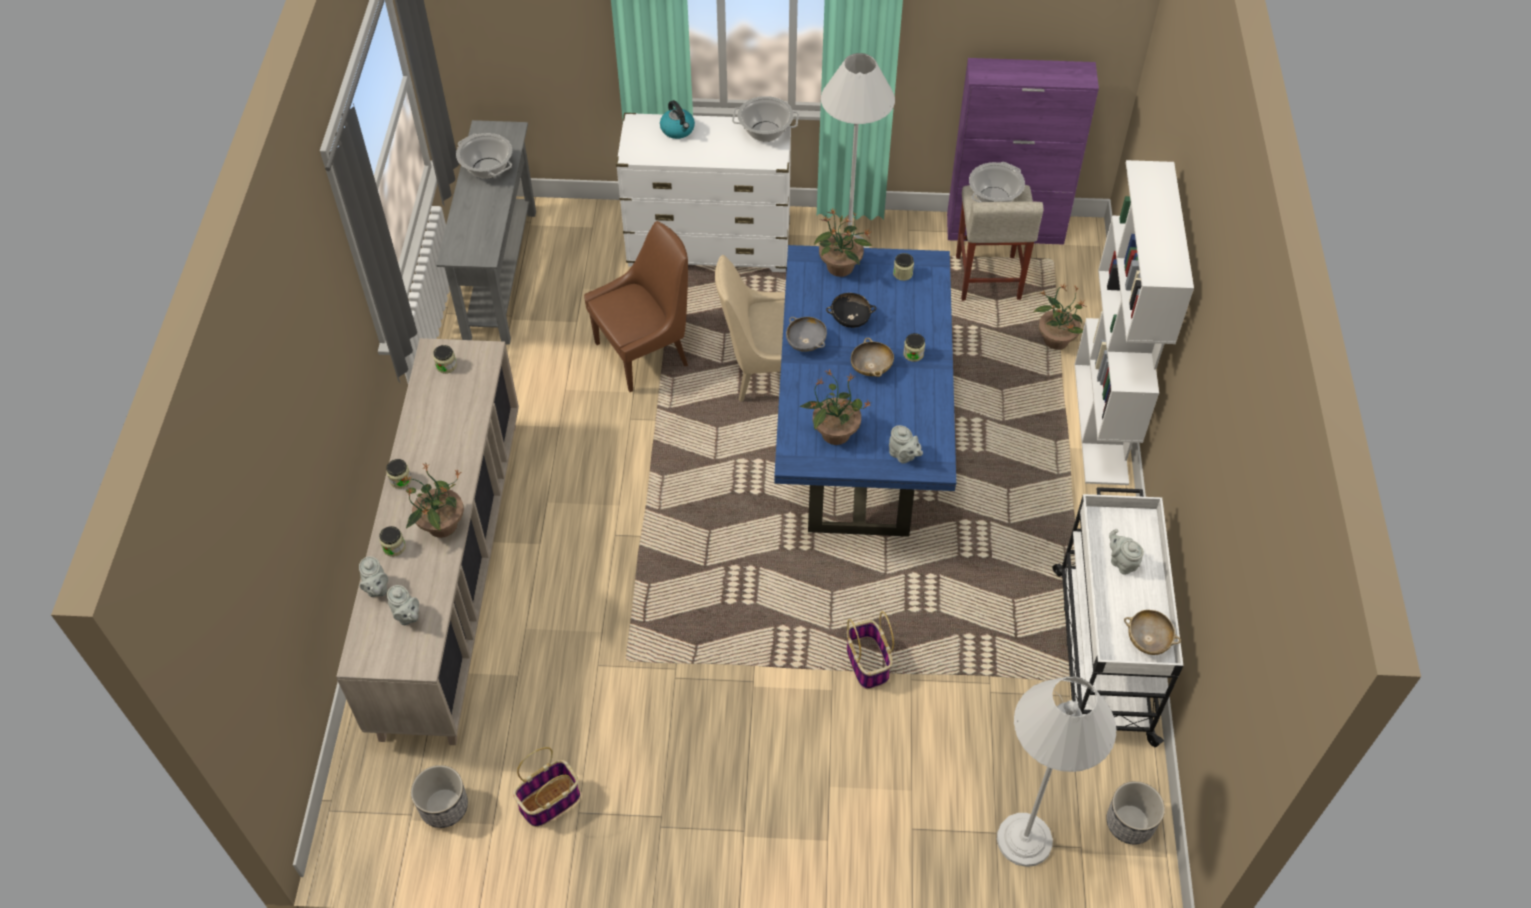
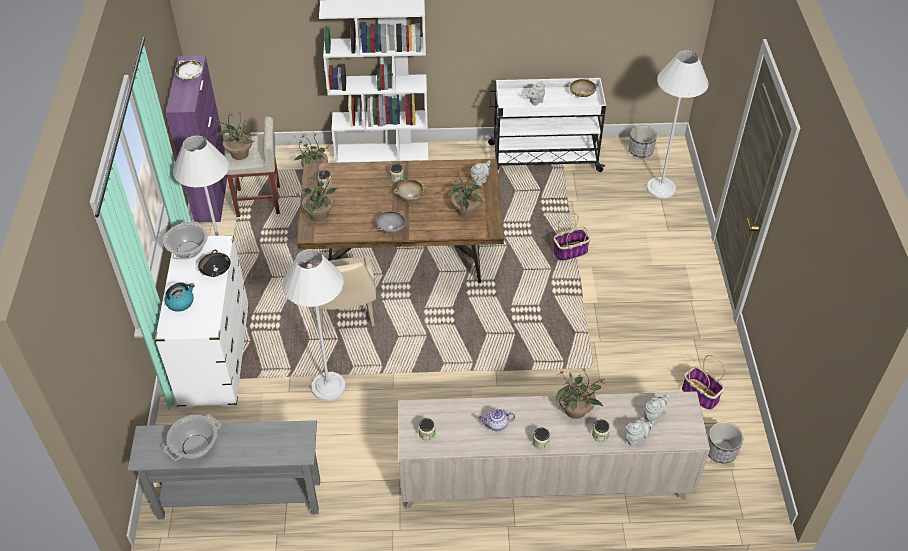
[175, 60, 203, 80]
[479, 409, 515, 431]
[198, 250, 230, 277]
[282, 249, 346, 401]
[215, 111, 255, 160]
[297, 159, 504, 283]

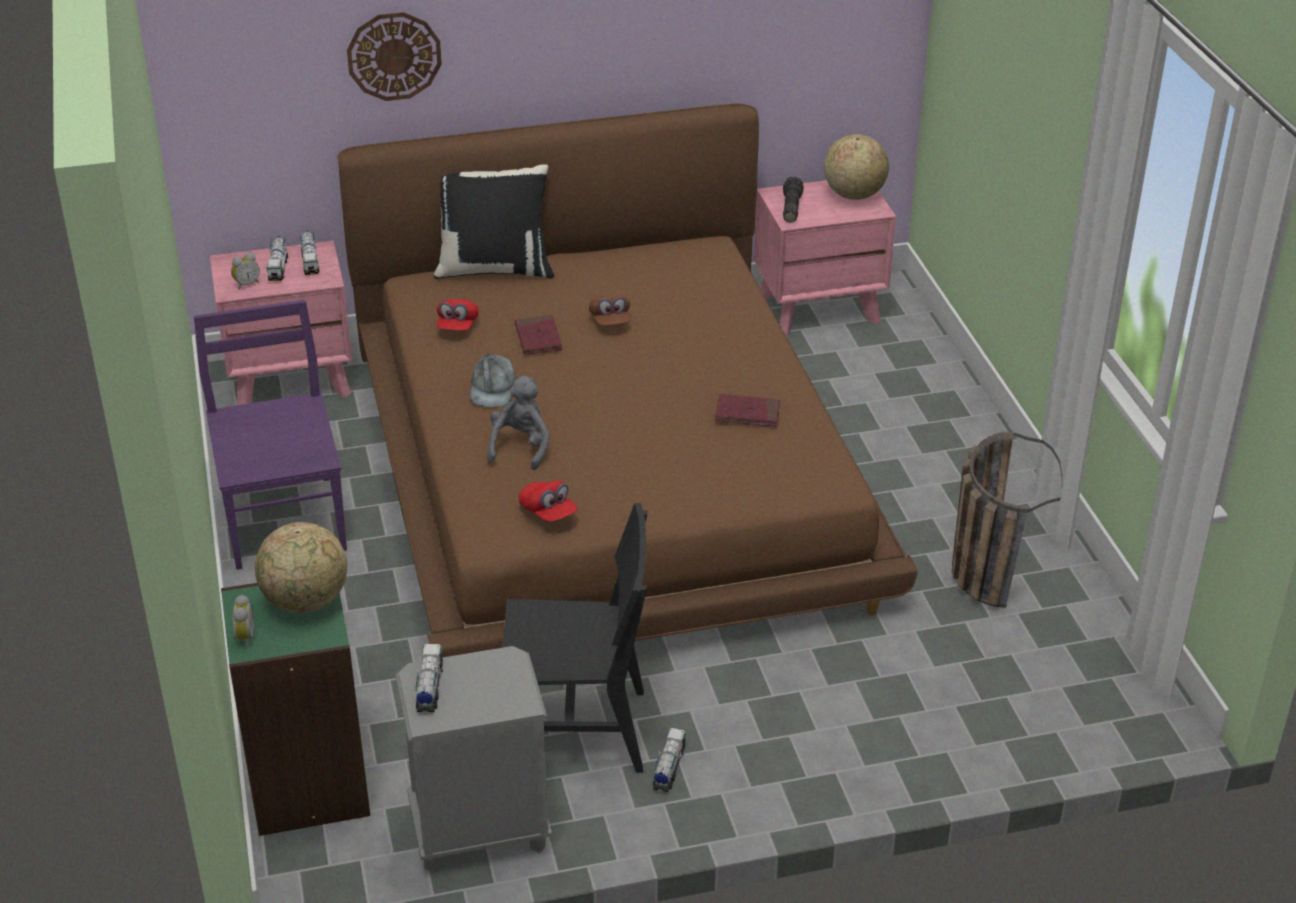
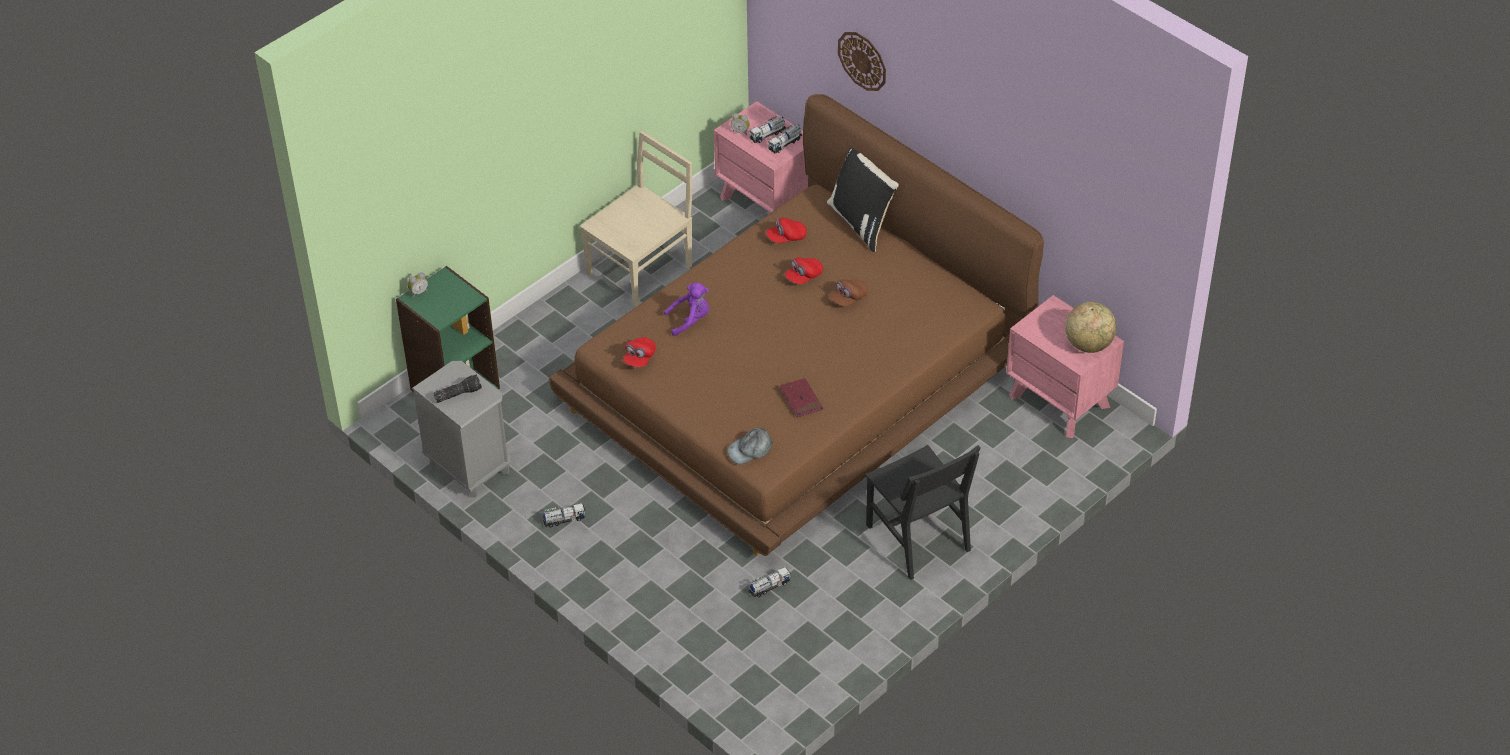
[255, 522, 347, 613] (first image)
[952, 432, 1062, 608] (first image)
[748, 567, 791, 597]
[727, 428, 773, 465]
[865, 445, 981, 580]
[433, 374, 482, 403]
[785, 257, 823, 284]
[580, 131, 692, 308]
[664, 283, 709, 336]

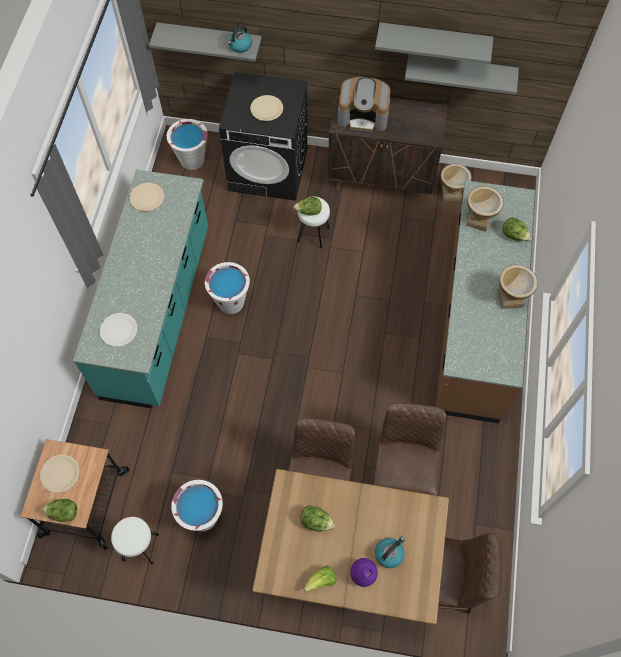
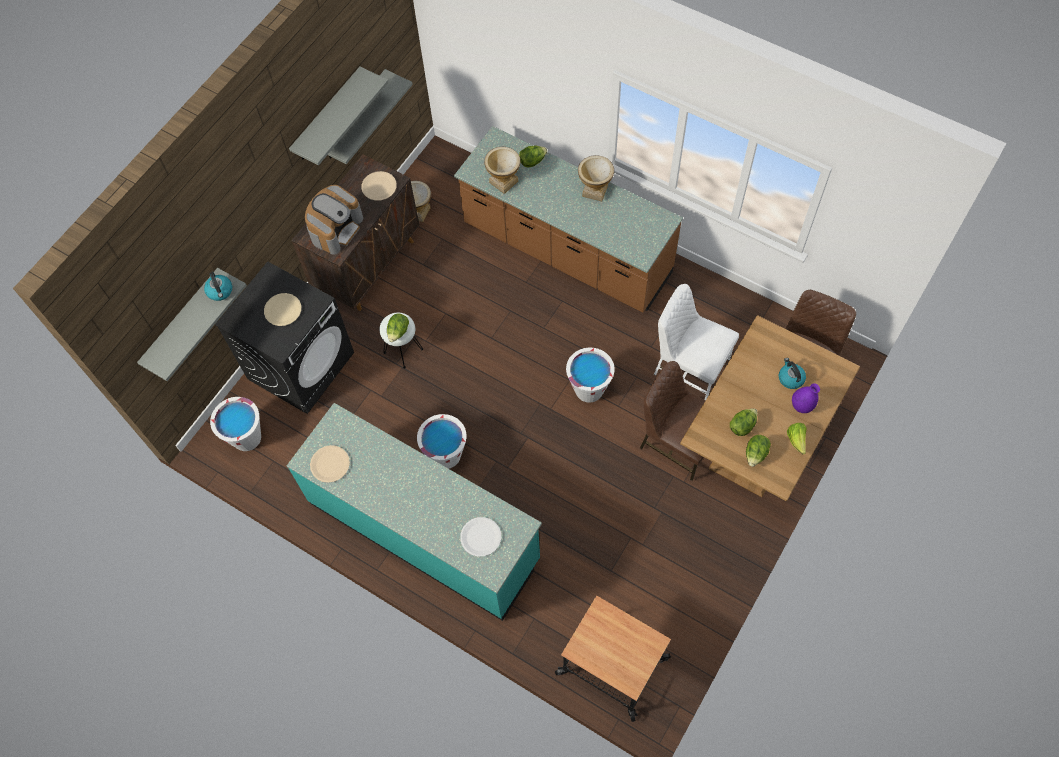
[111, 517, 159, 564] (first image)
[361, 171, 397, 201]
[746, 435, 771, 467]
[566, 347, 615, 403]
[654, 284, 739, 400]

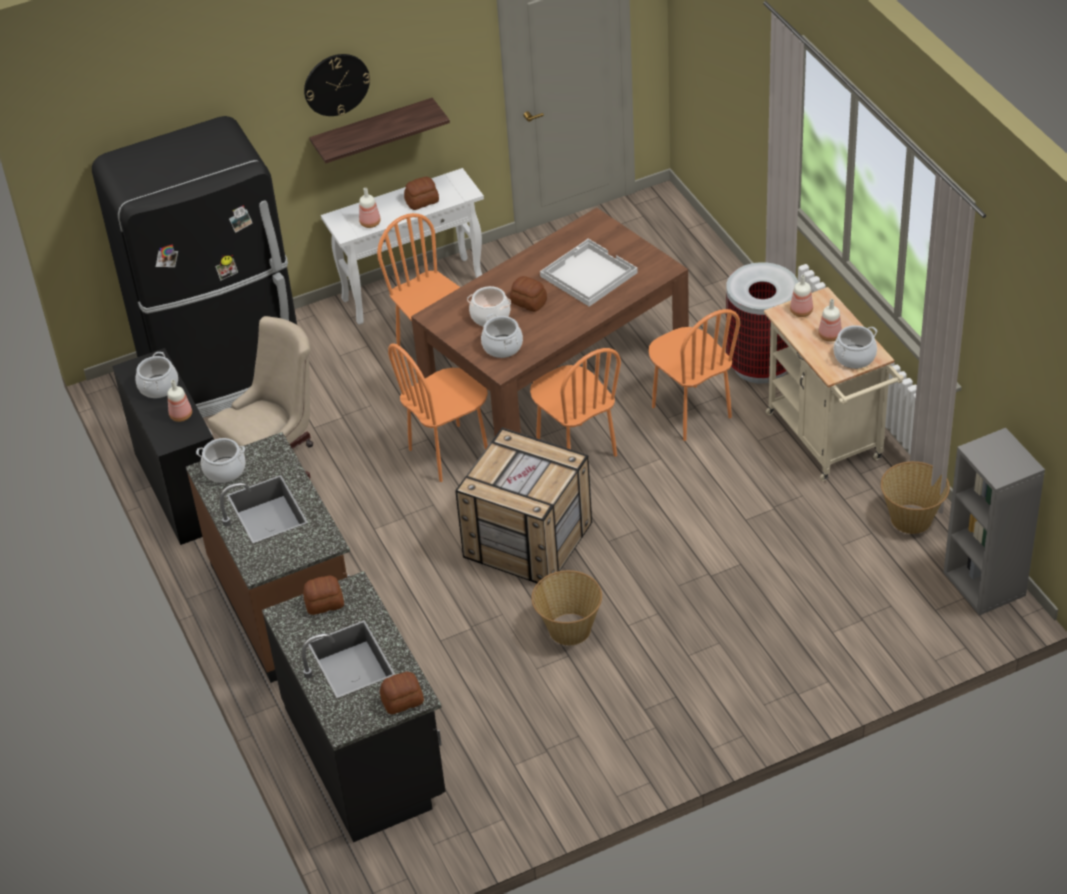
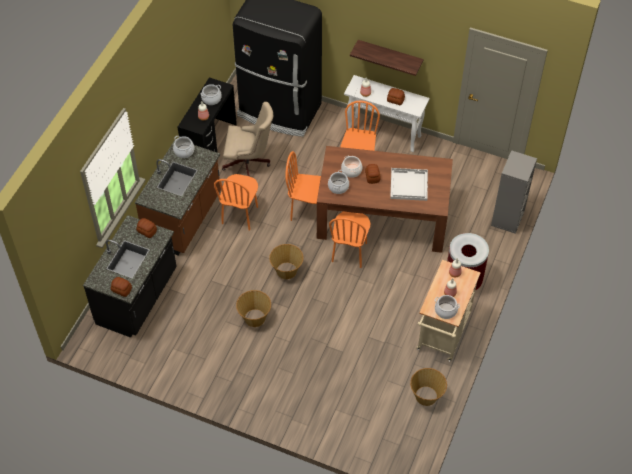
[304, 54, 370, 116] (first image)
[214, 174, 258, 231]
[491, 150, 537, 234]
[269, 244, 304, 279]

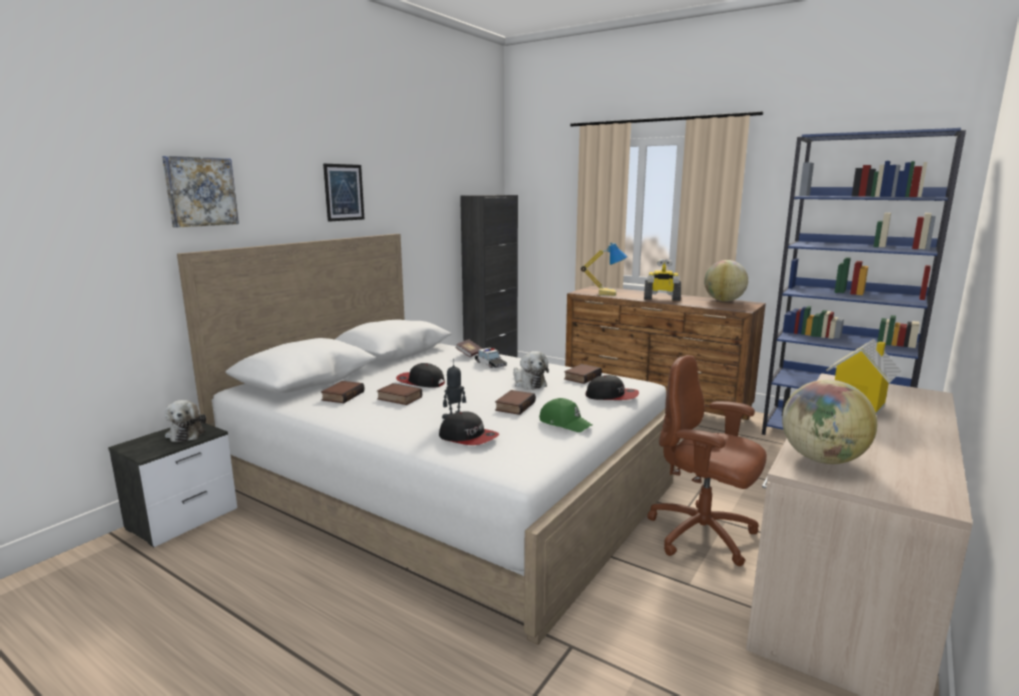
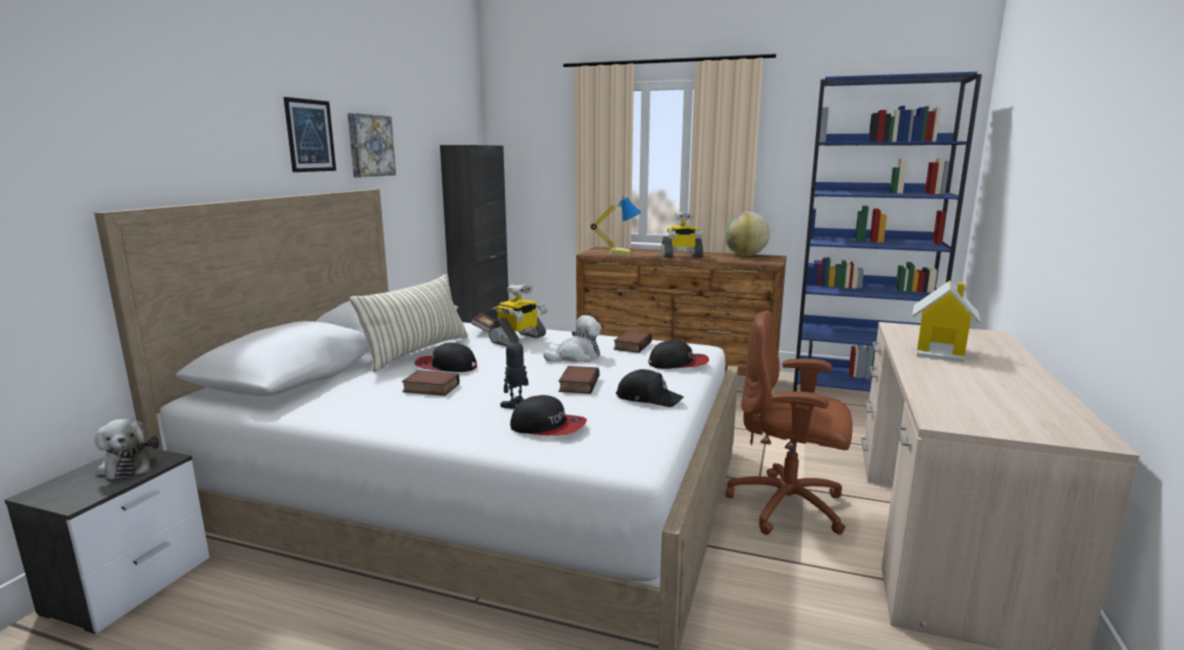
[321, 381, 365, 403] (first image)
[782, 380, 877, 464] (first image)
[350, 274, 468, 372]
[348, 113, 396, 177]
[489, 284, 548, 346]
[616, 369, 684, 407]
[543, 315, 602, 362]

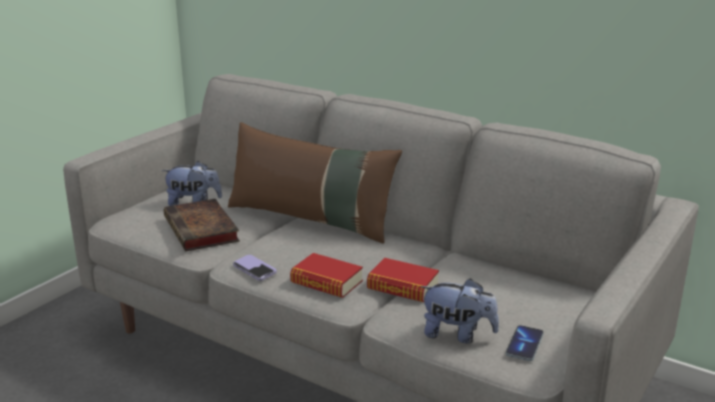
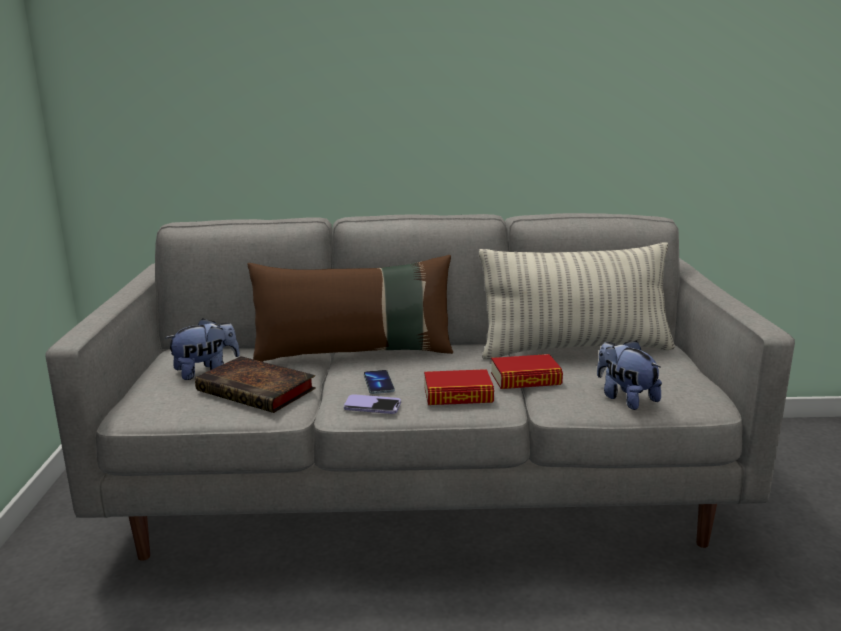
[479, 242, 675, 360]
[364, 370, 395, 394]
[597, 341, 662, 410]

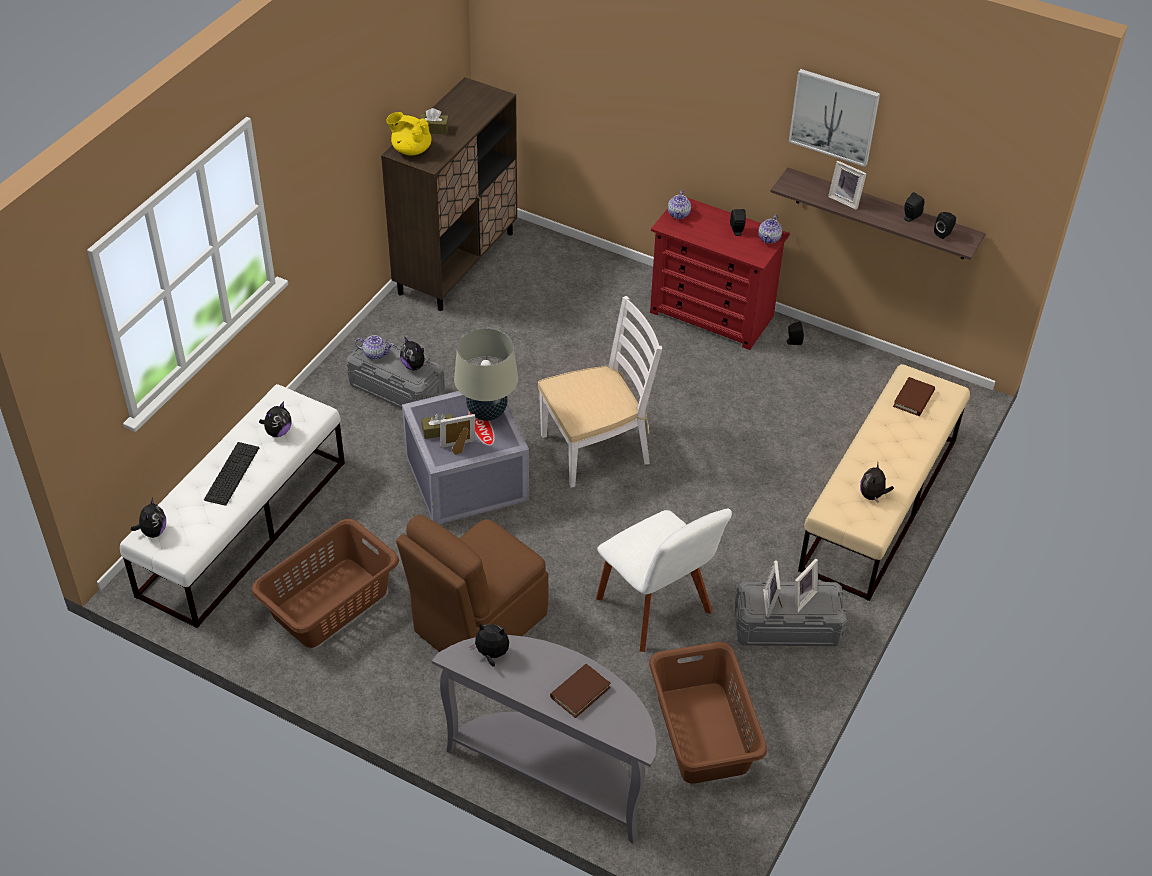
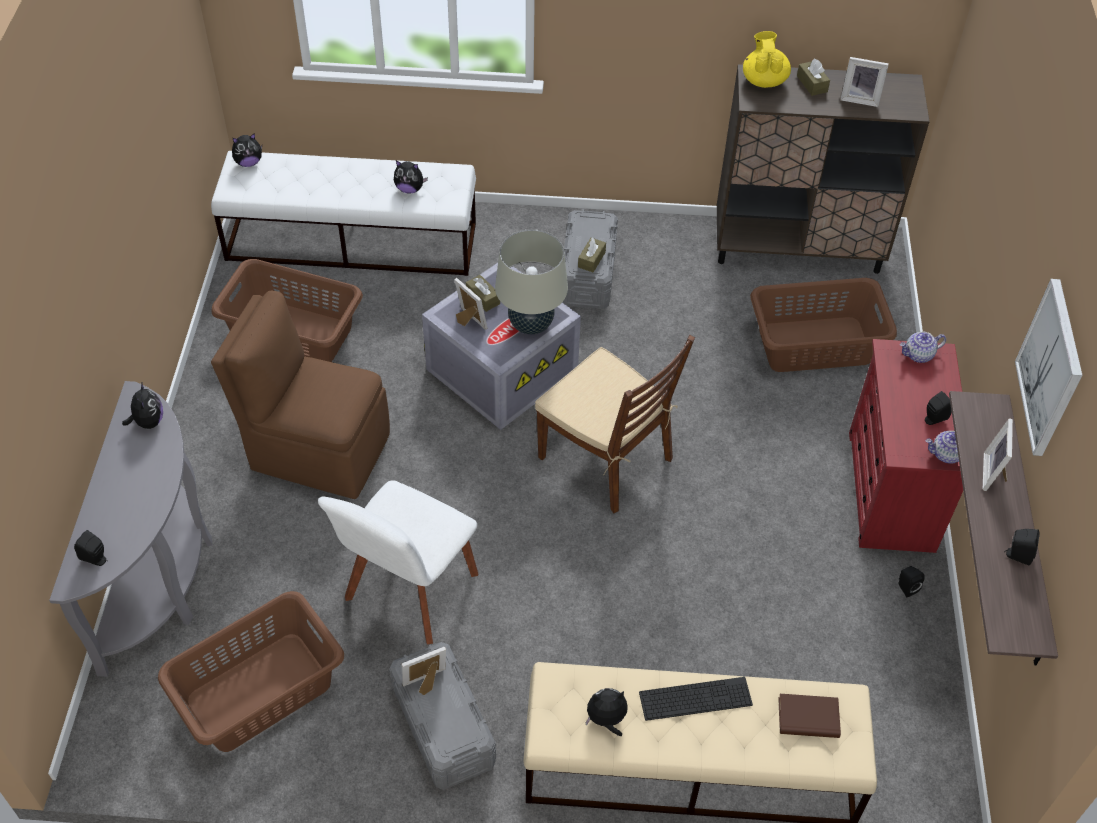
[355, 335, 394, 360] (first image)
[550, 664, 611, 718] (first image)
[750, 278, 897, 372]
[639, 677, 753, 721]
[840, 57, 889, 107]
[74, 530, 107, 566]
[578, 238, 606, 272]
[535, 335, 695, 513]

